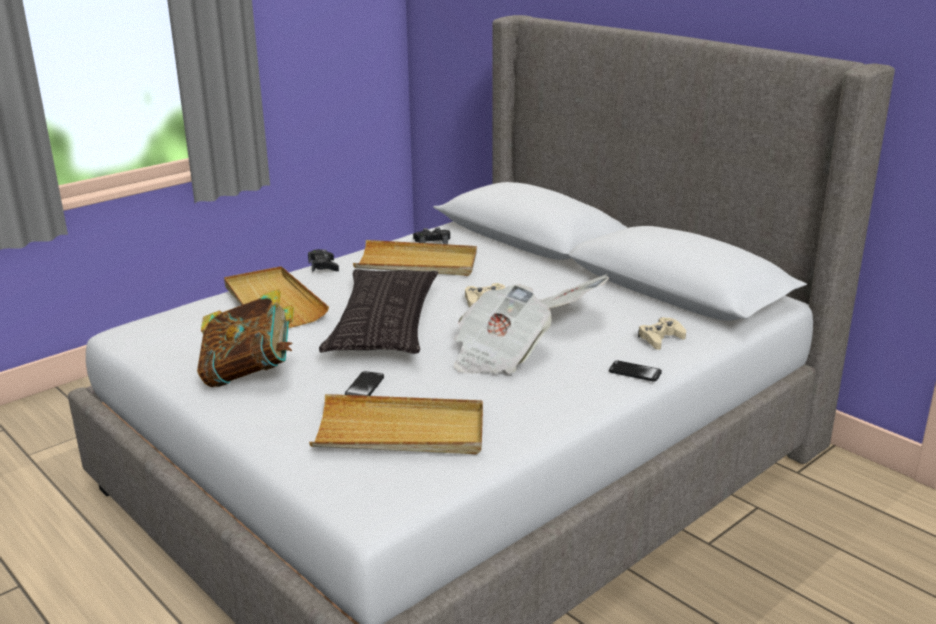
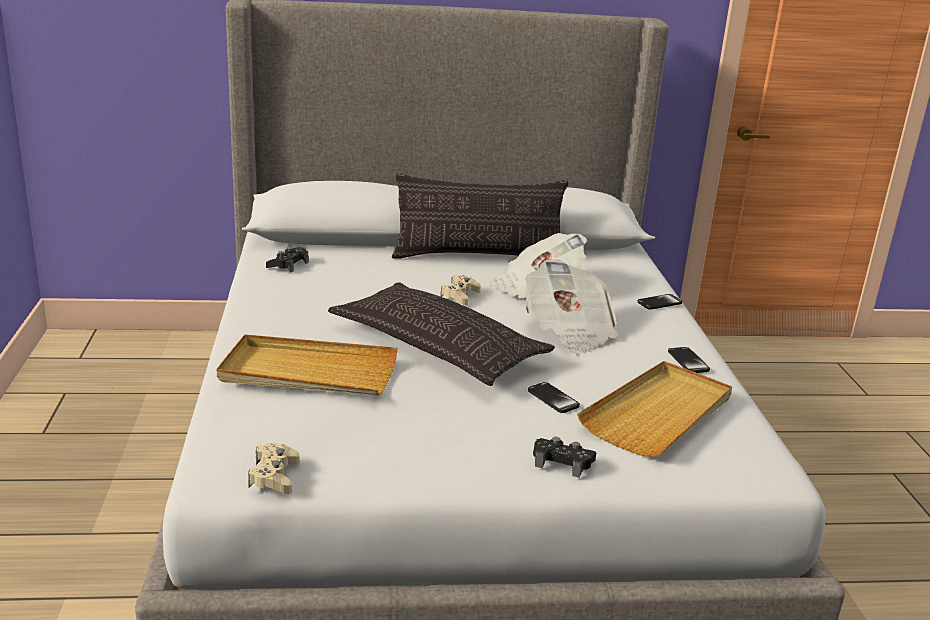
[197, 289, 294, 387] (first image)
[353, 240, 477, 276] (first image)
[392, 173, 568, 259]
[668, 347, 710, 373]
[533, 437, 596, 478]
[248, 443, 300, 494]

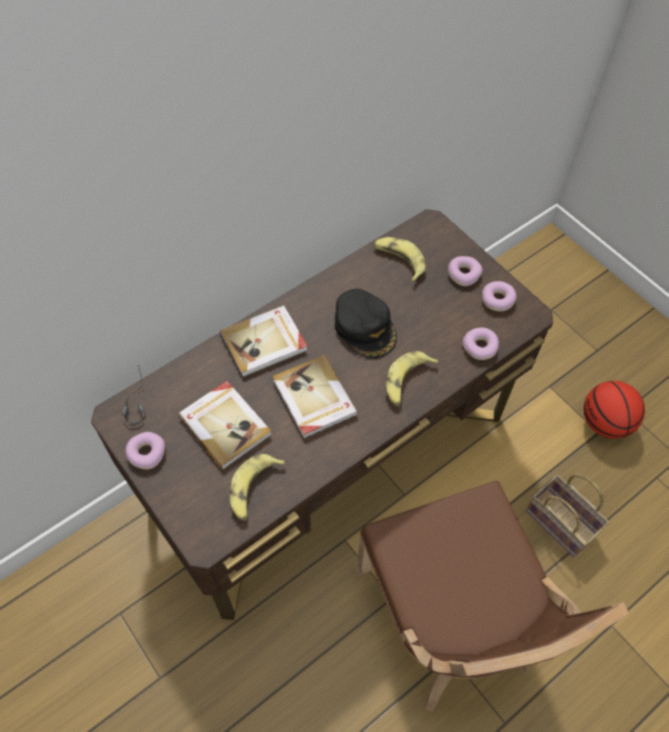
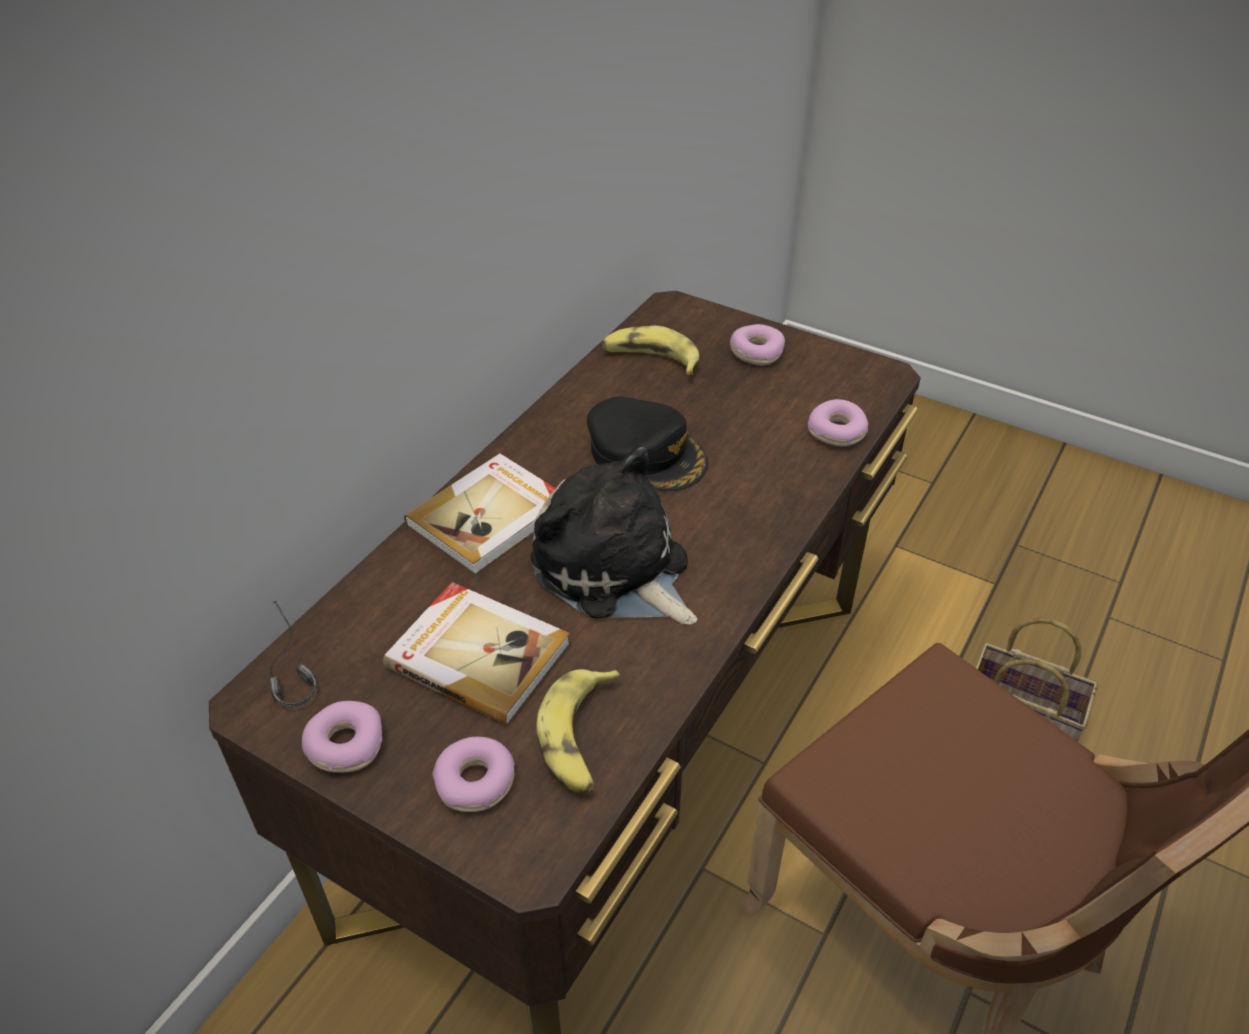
[385, 351, 438, 406] (first image)
[584, 381, 645, 439] (first image)
[432, 737, 515, 812]
[530, 445, 697, 625]

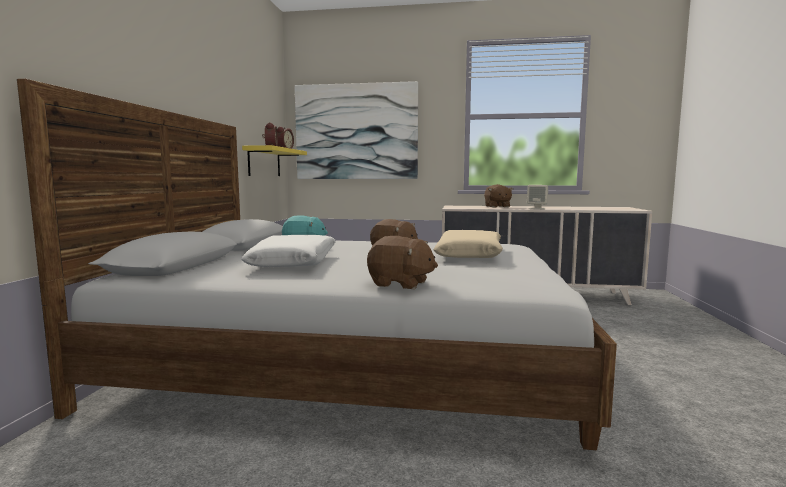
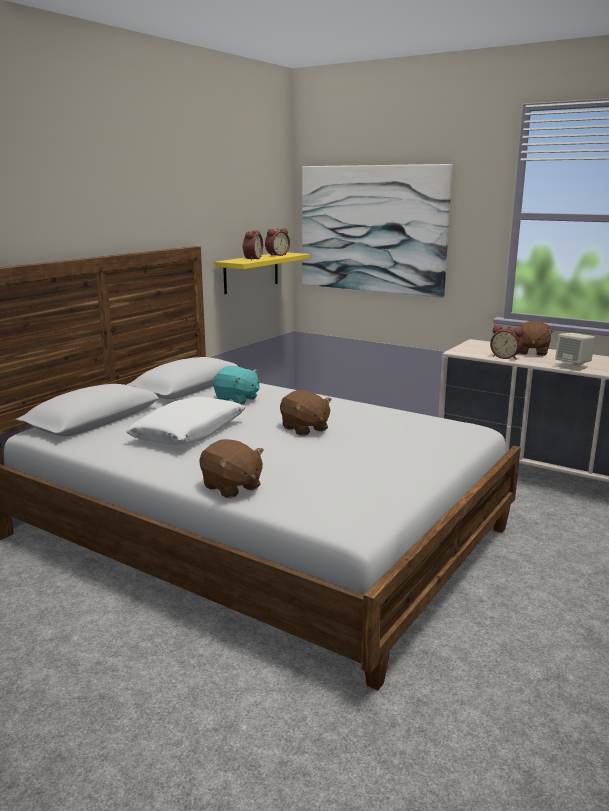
[434, 230, 503, 258] (first image)
[490, 325, 523, 360]

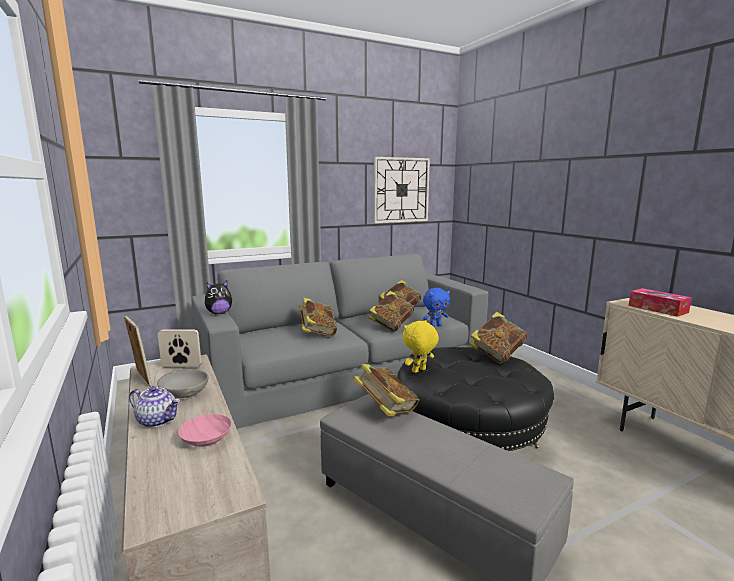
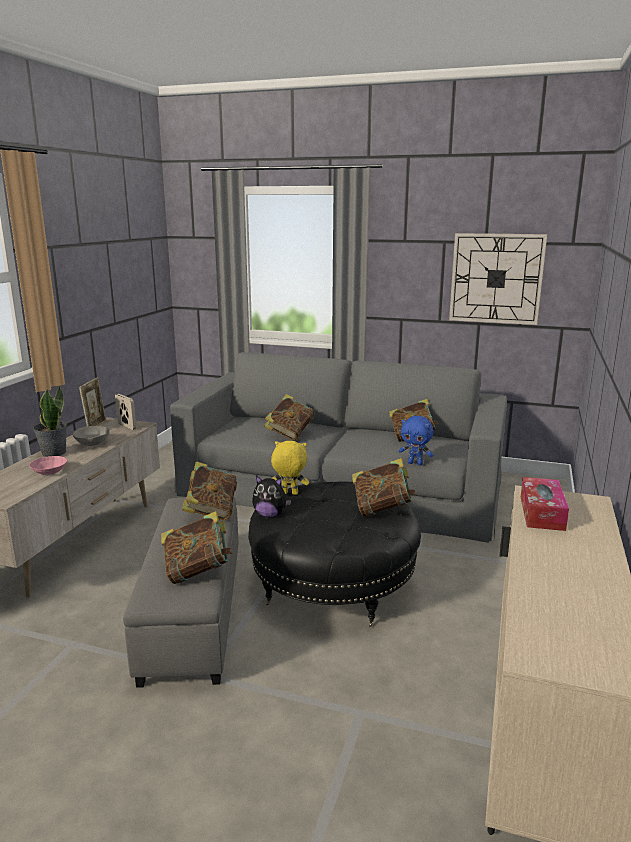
[252, 476, 291, 518]
[161, 511, 233, 584]
[33, 386, 67, 457]

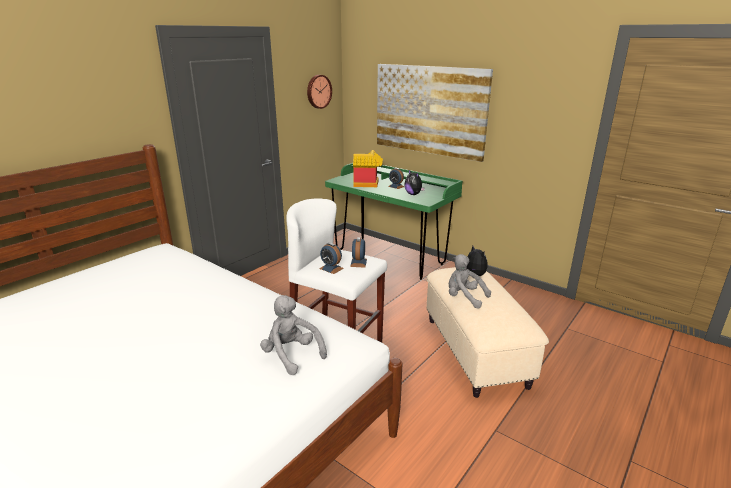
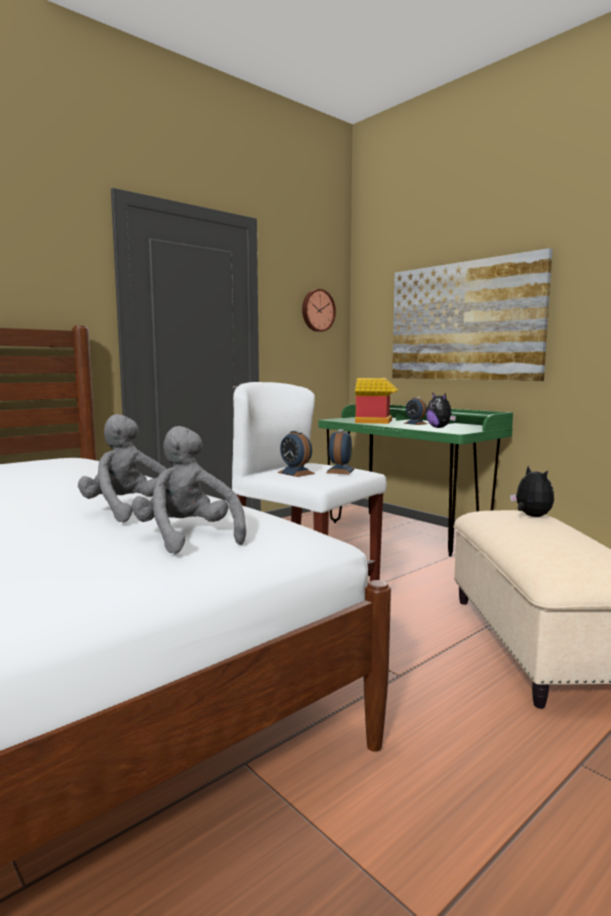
[78, 414, 167, 522]

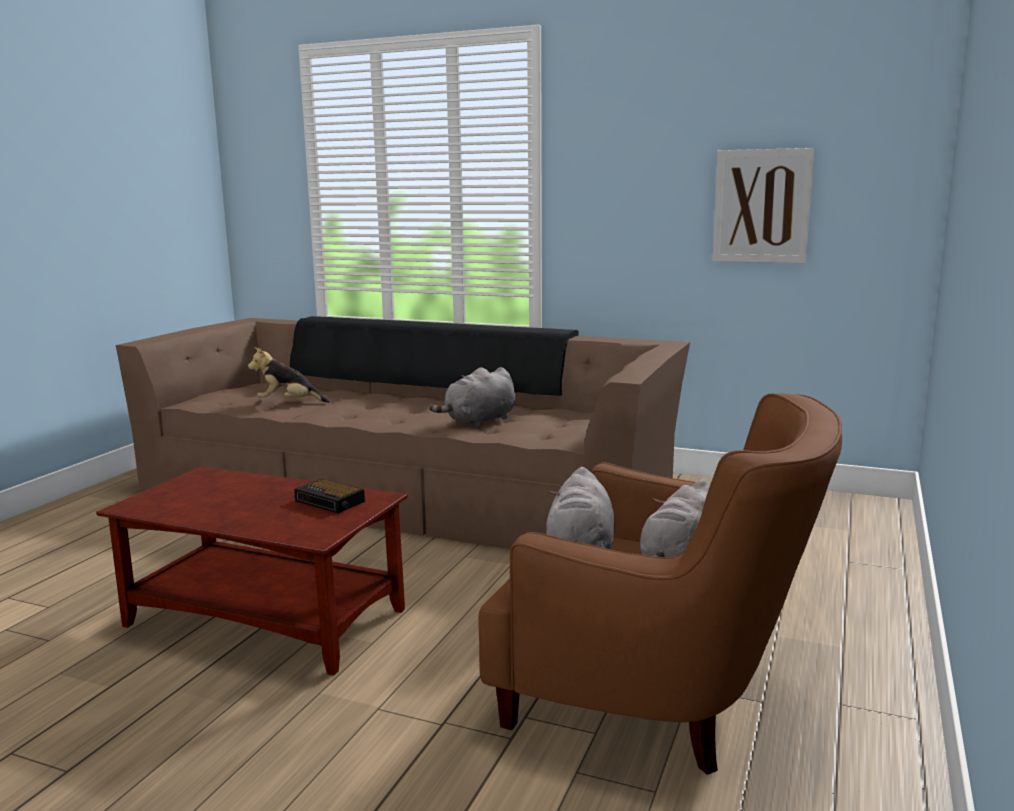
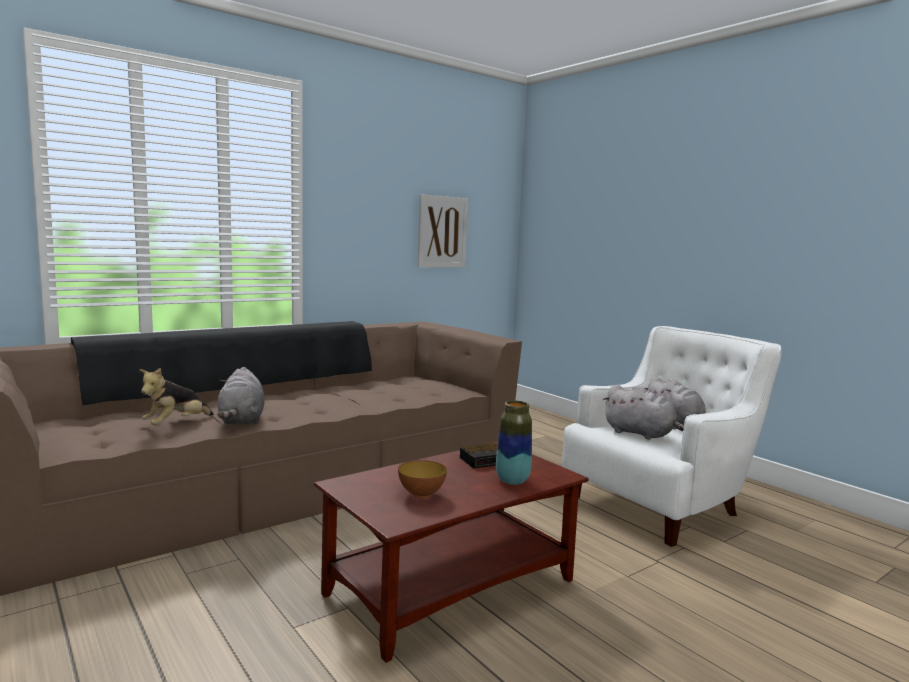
[398, 460, 447, 499]
[496, 401, 532, 485]
[217, 367, 265, 425]
[562, 326, 781, 547]

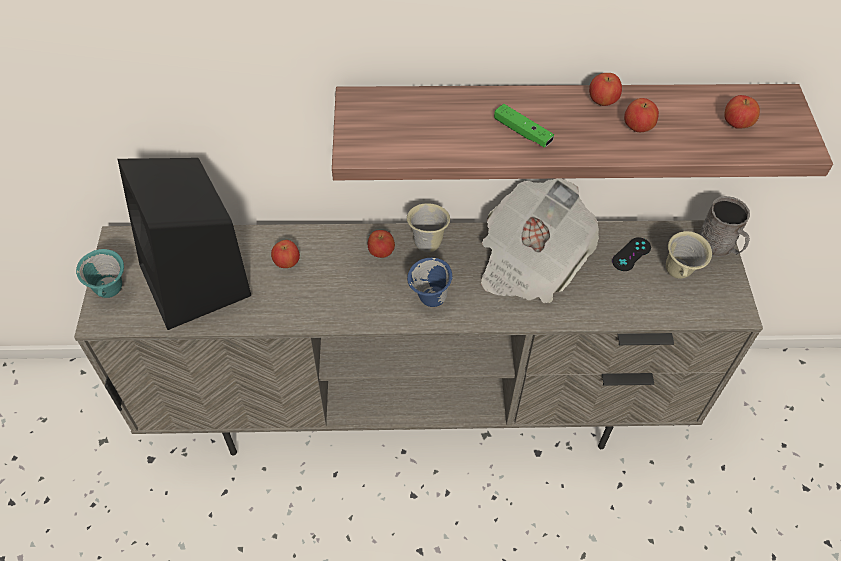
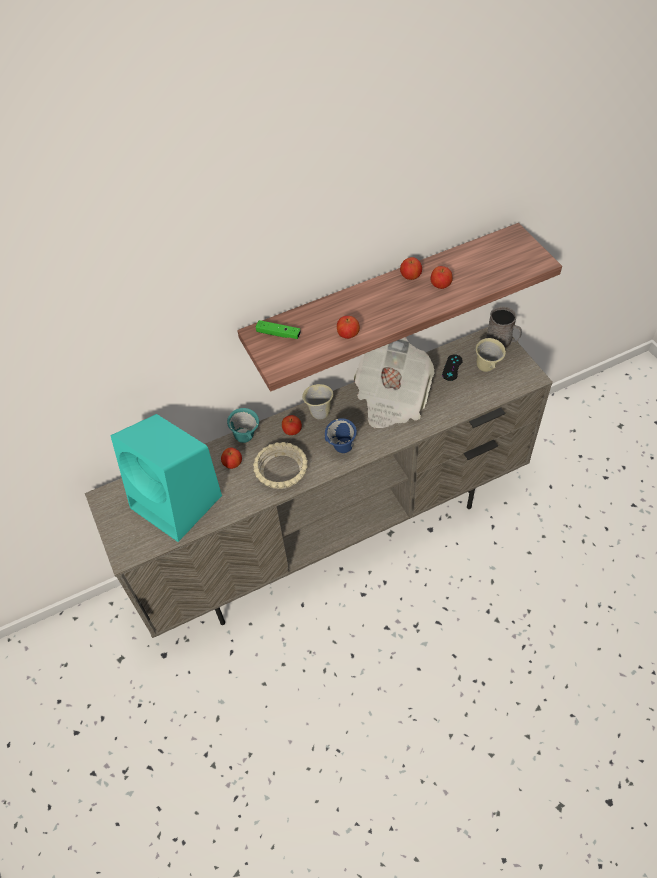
[253, 442, 308, 489]
[227, 408, 259, 443]
[256, 320, 301, 339]
[337, 316, 360, 339]
[111, 414, 222, 542]

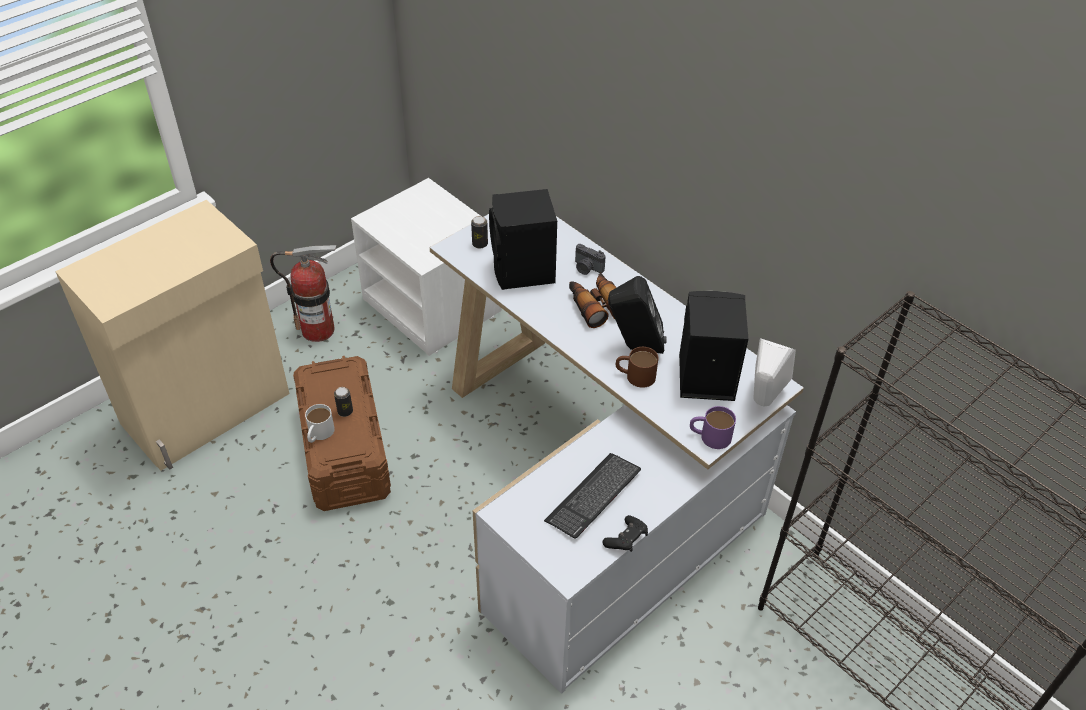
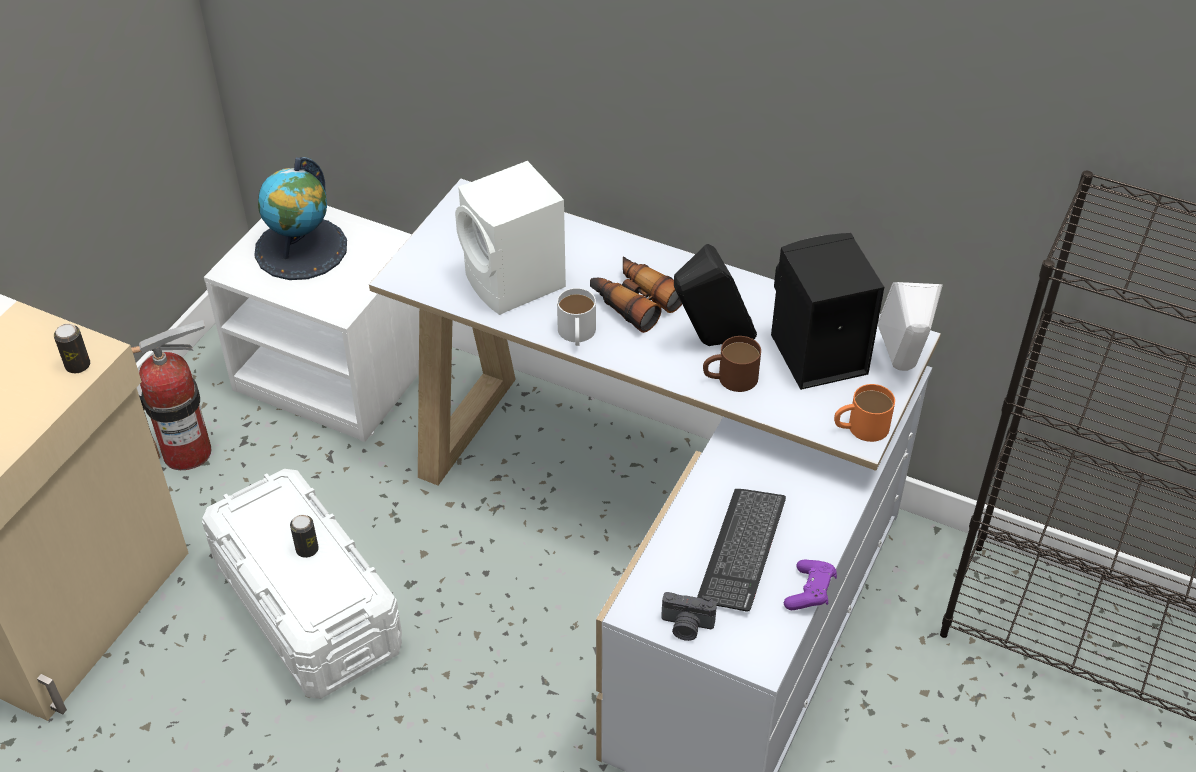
[254, 157, 347, 280]
[557, 288, 596, 346]
[54, 324, 90, 373]
[661, 592, 717, 641]
[202, 469, 402, 699]
[455, 161, 566, 315]
[784, 560, 837, 610]
[834, 384, 895, 442]

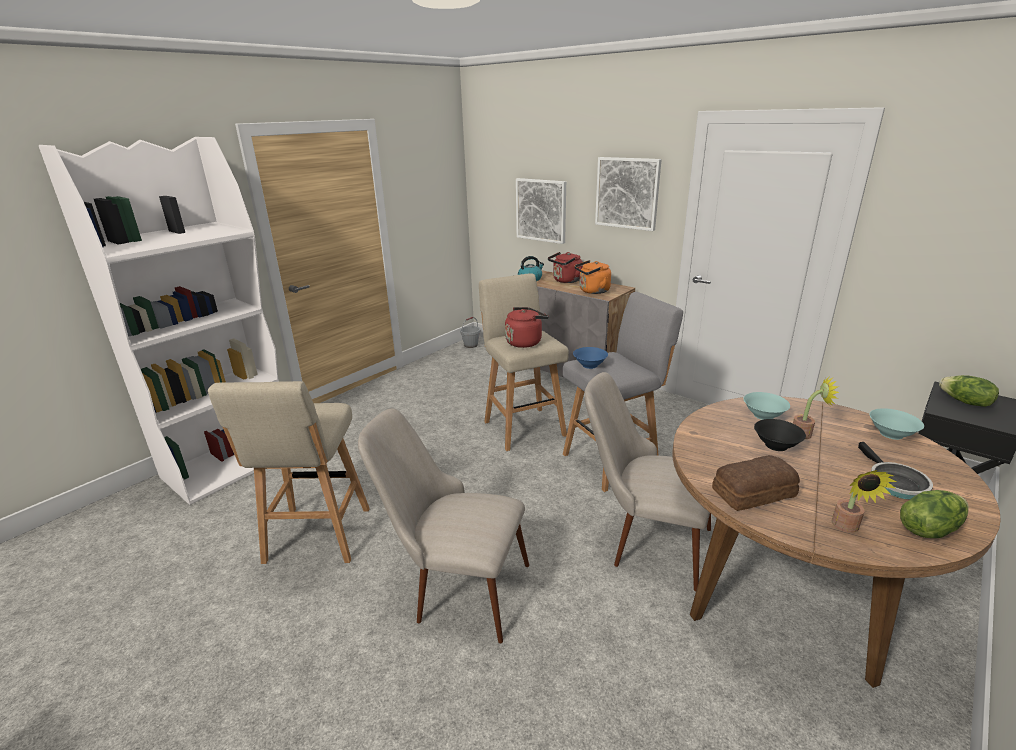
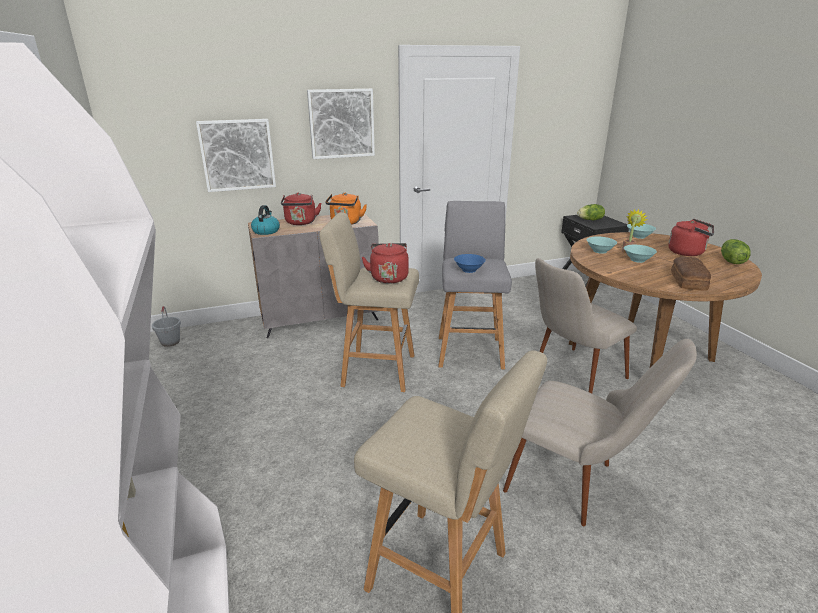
[831, 470, 897, 533] (first image)
[668, 219, 714, 256]
[624, 245, 657, 263]
[503, 339, 697, 526]

